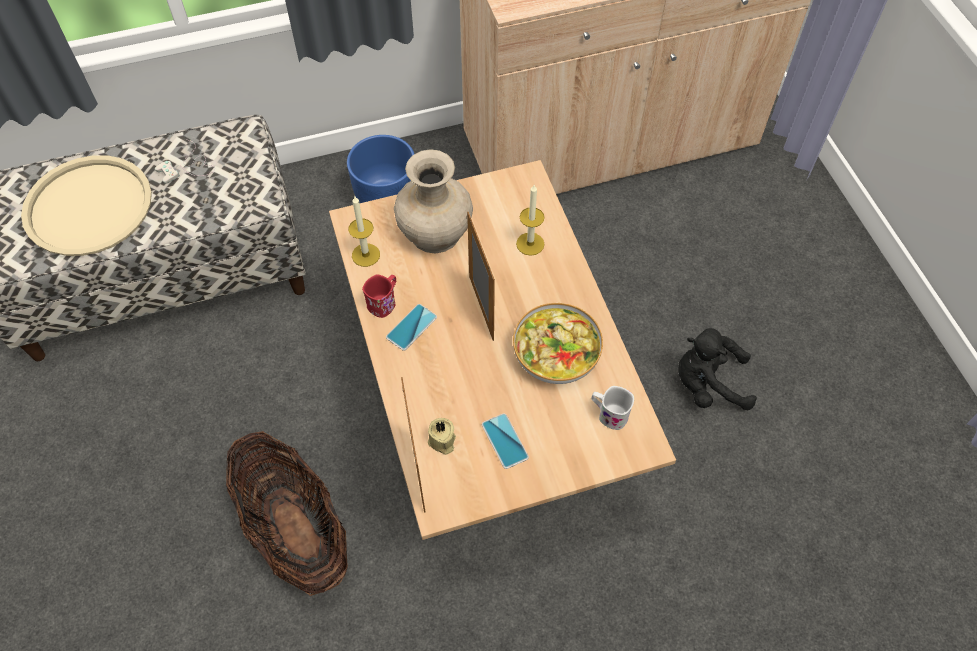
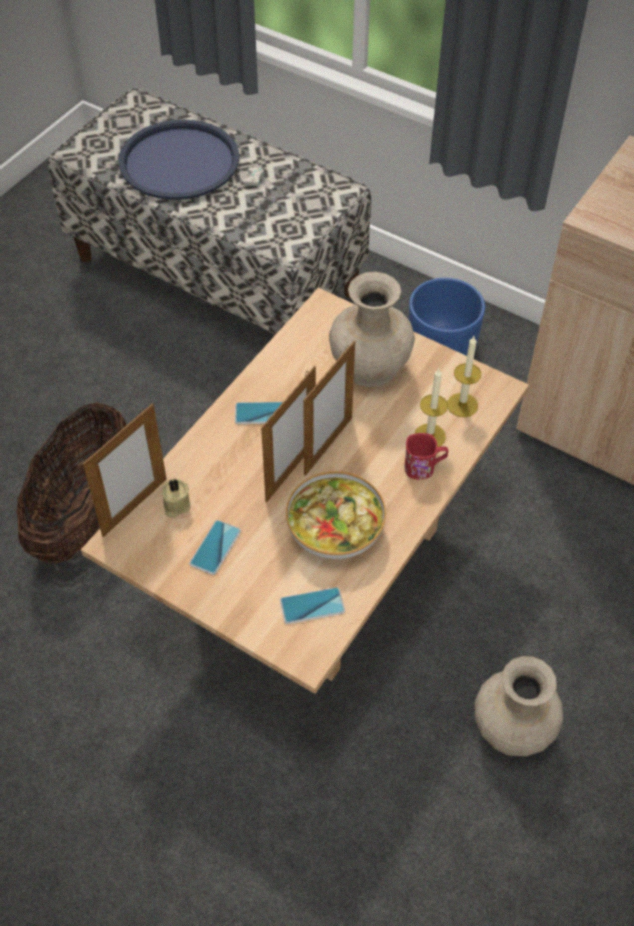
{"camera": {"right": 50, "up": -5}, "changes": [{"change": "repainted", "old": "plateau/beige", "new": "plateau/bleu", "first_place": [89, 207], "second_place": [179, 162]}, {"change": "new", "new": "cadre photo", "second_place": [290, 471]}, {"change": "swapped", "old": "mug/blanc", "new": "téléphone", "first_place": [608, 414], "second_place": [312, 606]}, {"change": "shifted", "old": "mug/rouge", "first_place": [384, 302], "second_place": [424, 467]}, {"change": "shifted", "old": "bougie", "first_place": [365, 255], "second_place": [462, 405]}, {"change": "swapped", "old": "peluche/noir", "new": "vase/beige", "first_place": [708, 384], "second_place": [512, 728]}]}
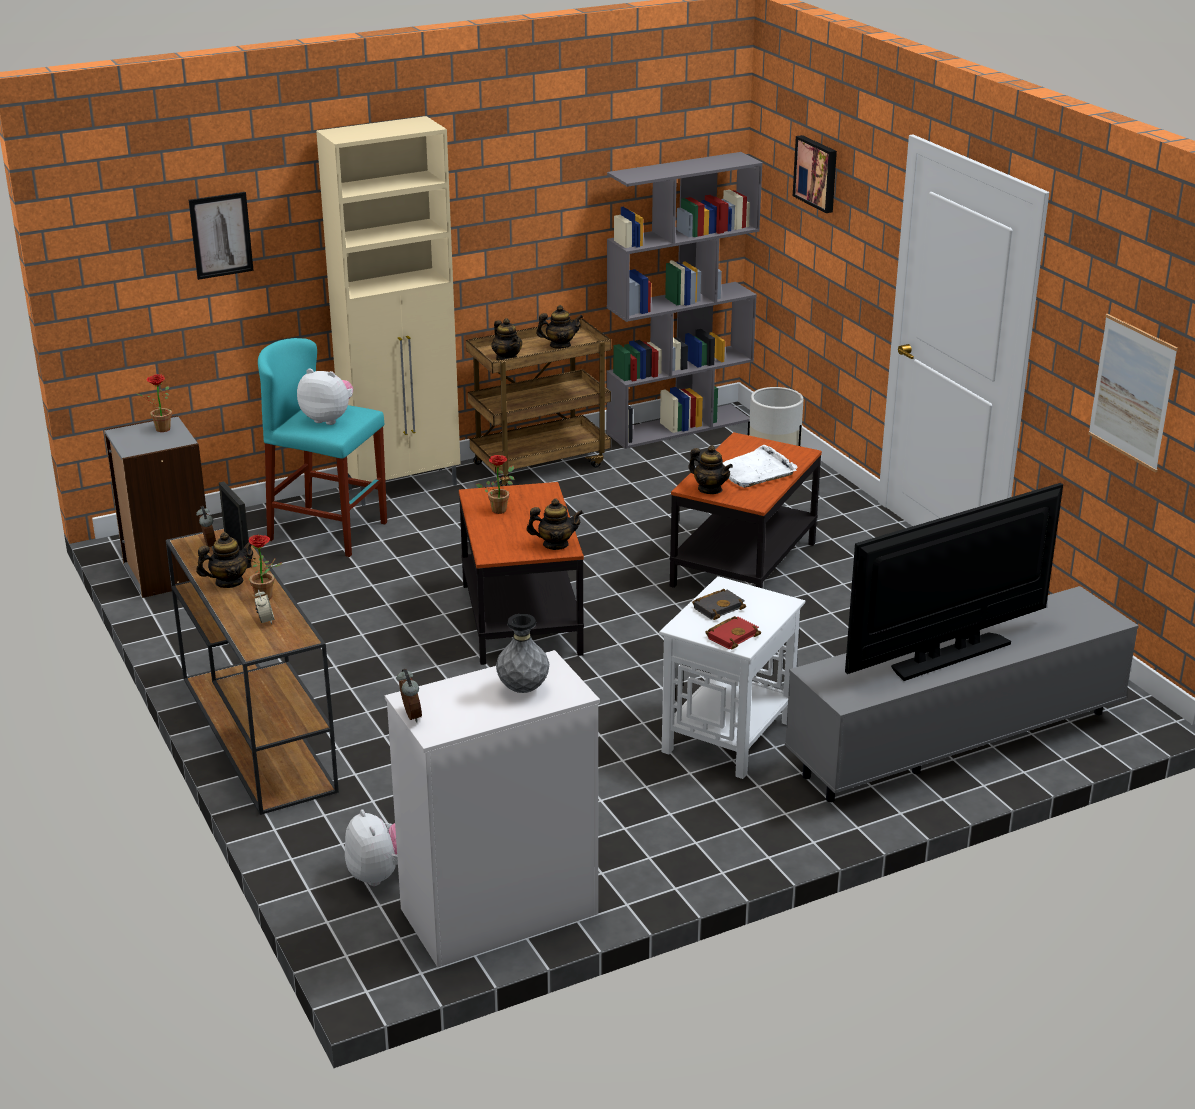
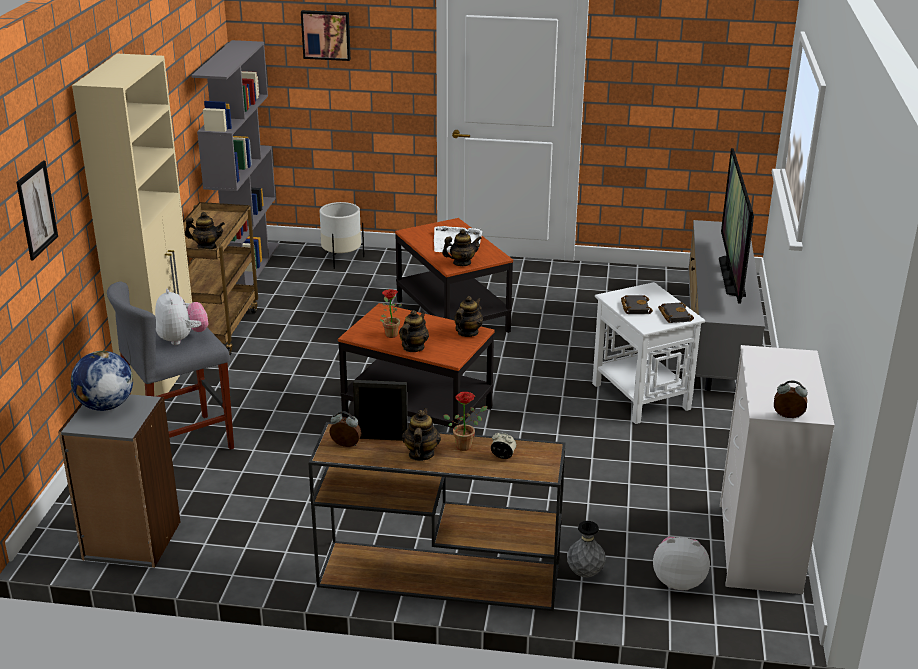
{"camera": {"right": -55, "up": 0}, "changes": [{"change": "swapped", "old": "plante en pot", "new": "globe", "first_place": [159, 429], "second_place": [105, 406]}, {"change": "repainted", "old": "tabouret/turquoise", "new": "tabouret/gris", "first_place": [328, 531], "second_place": [180, 444]}, {"change": "rotated", "old": "peluche", "first_place": [328, 419], "second_place": [182, 339], "degrees": 105}, {"change": "shifted", "old": "théière", "first_place": [560, 345], "second_place": [413, 348]}, {"change": "shifted", "old": "vase/gris", "first_place": [523, 689], "second_place": [585, 573]}, {"change": "repainted", "old": "livre/rouge", "new": "livre/noir", "first_place": [732, 635], "second_place": [673, 315]}, {"change": "gone", "old": "tableau", "first_place": [1132, 392]}]}
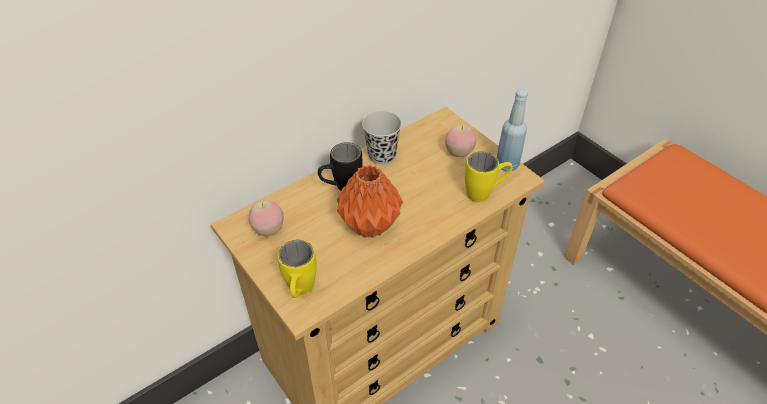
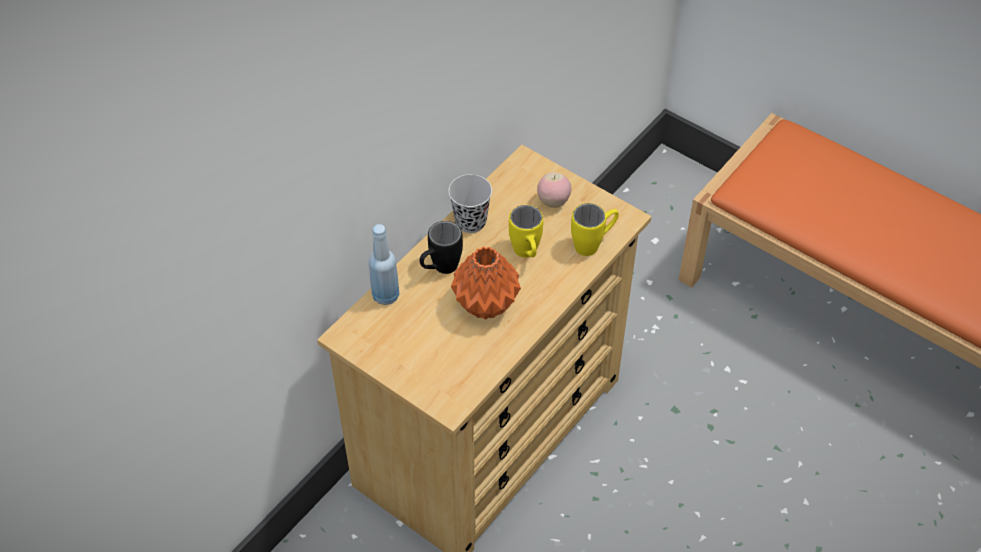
{"camera": {"right": -15, "up": 5}, "changes": [{"change": "shifted", "old": "bouteille/bleu", "first_place": [507, 164], "second_place": [386, 295]}, {"change": "shifted", "old": "mug/jaune", "first_place": [300, 292], "second_place": [527, 255]}, {"change": "gone", "old": "pomme", "first_place": [269, 230]}]}
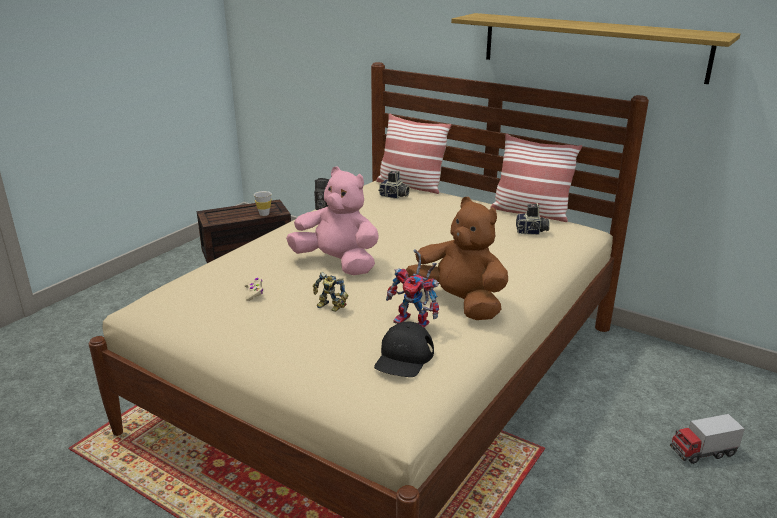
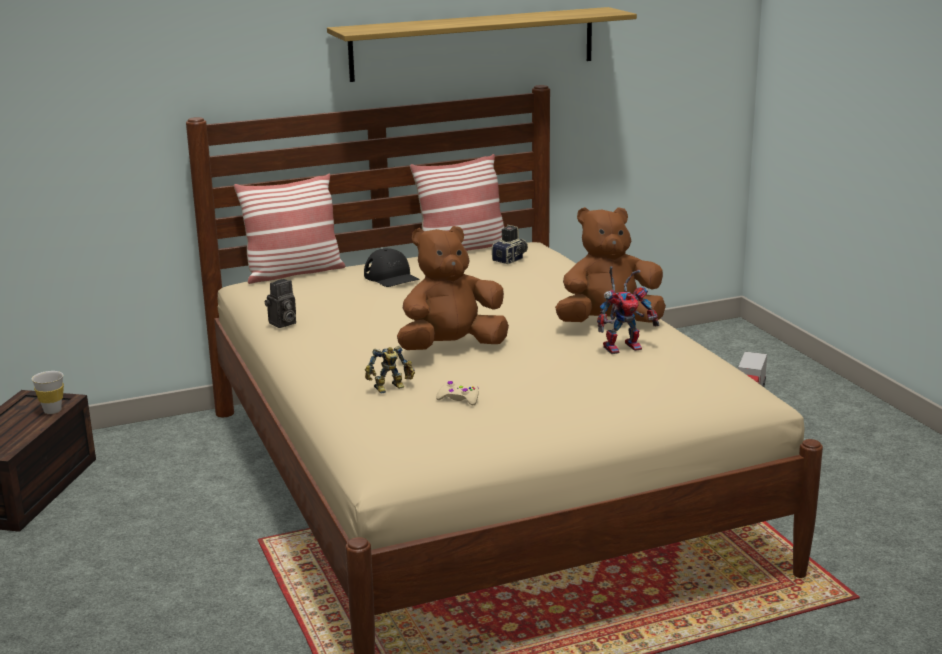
{"camera": {"right": -55, "up": -5}, "changes": [{"change": "shifted", "old": "casquette/noir", "first_place": [404, 357], "second_place": [391, 277]}, {"change": "shifted", "old": "robot jouet", "first_place": [329, 307], "second_place": [391, 388]}, {"change": "repainted", "old": "peluche/rose", "new": "peluche/marron", "first_place": [338, 263], "second_place": [451, 347]}, {"change": "gone", "old": "appareil photo", "first_place": [394, 196]}]}
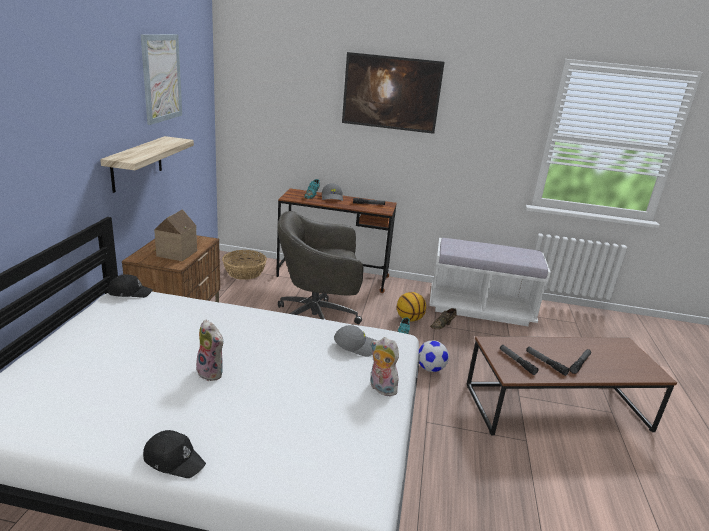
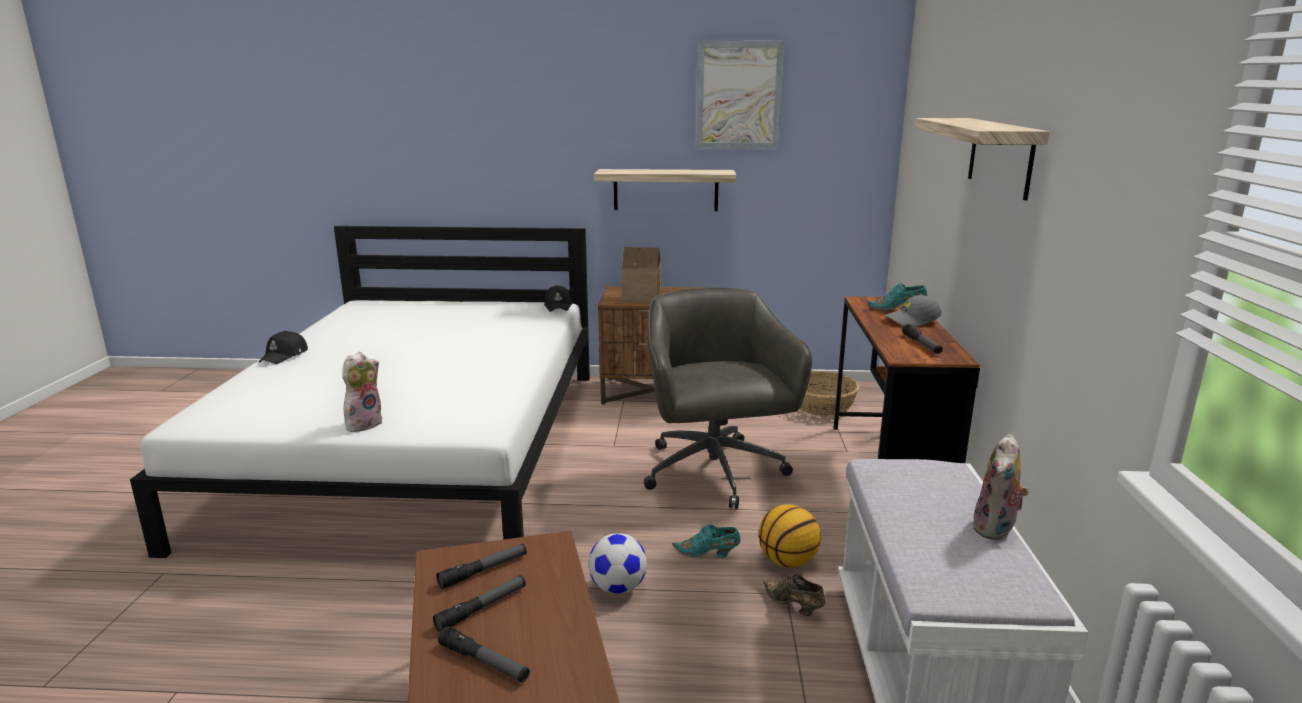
{"camera": {"right": 85, "up": -5}, "changes": [{"change": "swapped", "old": "tableau", "new": "étagère", "first_place": [389, 110], "second_place": [1000, 156]}, {"change": "shifted", "old": "peluche", "first_place": [212, 372], "second_place": [996, 530]}, {"change": "gone", "old": "casquette/gris", "first_place": [356, 346]}]}
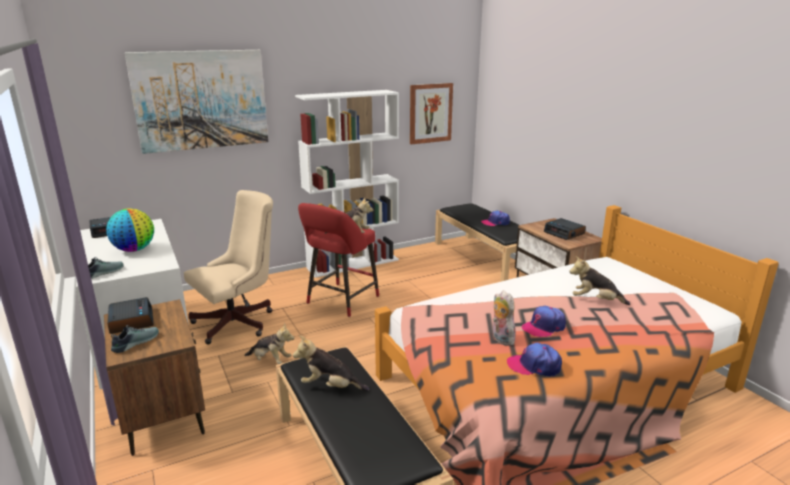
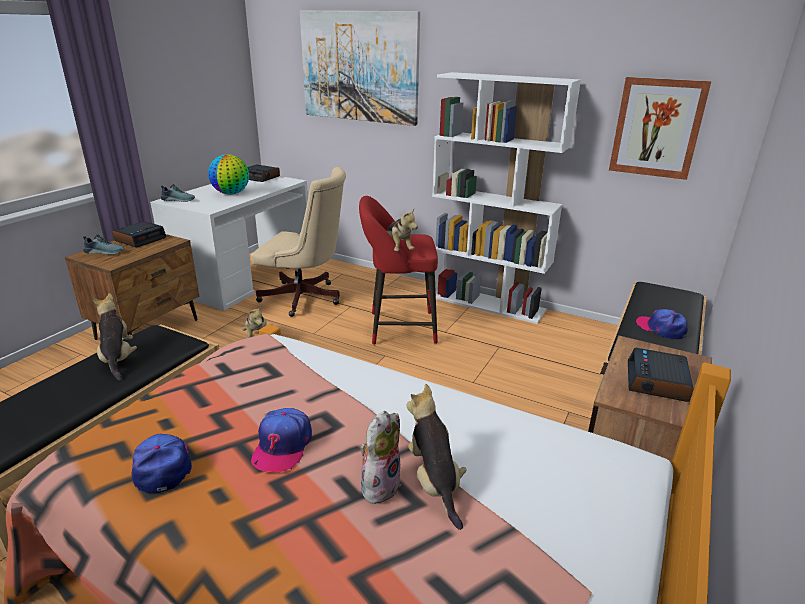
{"camera": {"right": 55, "up": 5}, "changes": [{"change": "rotated", "old": "casquette", "first_place": [543, 327], "second_place": [282, 446], "degrees": -105}, {"change": "shifted", "old": "peluche", "first_place": [500, 339], "second_place": [379, 485]}]}
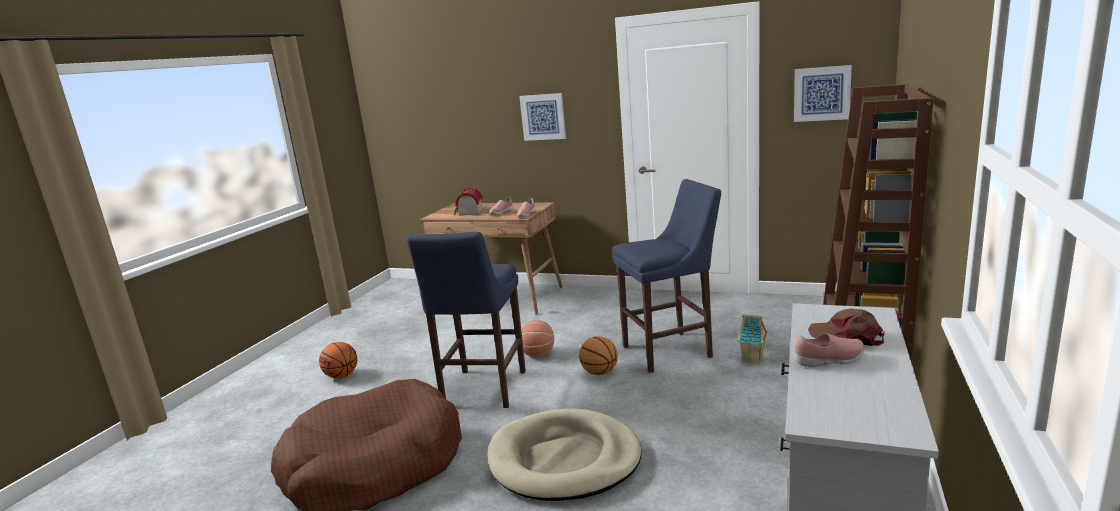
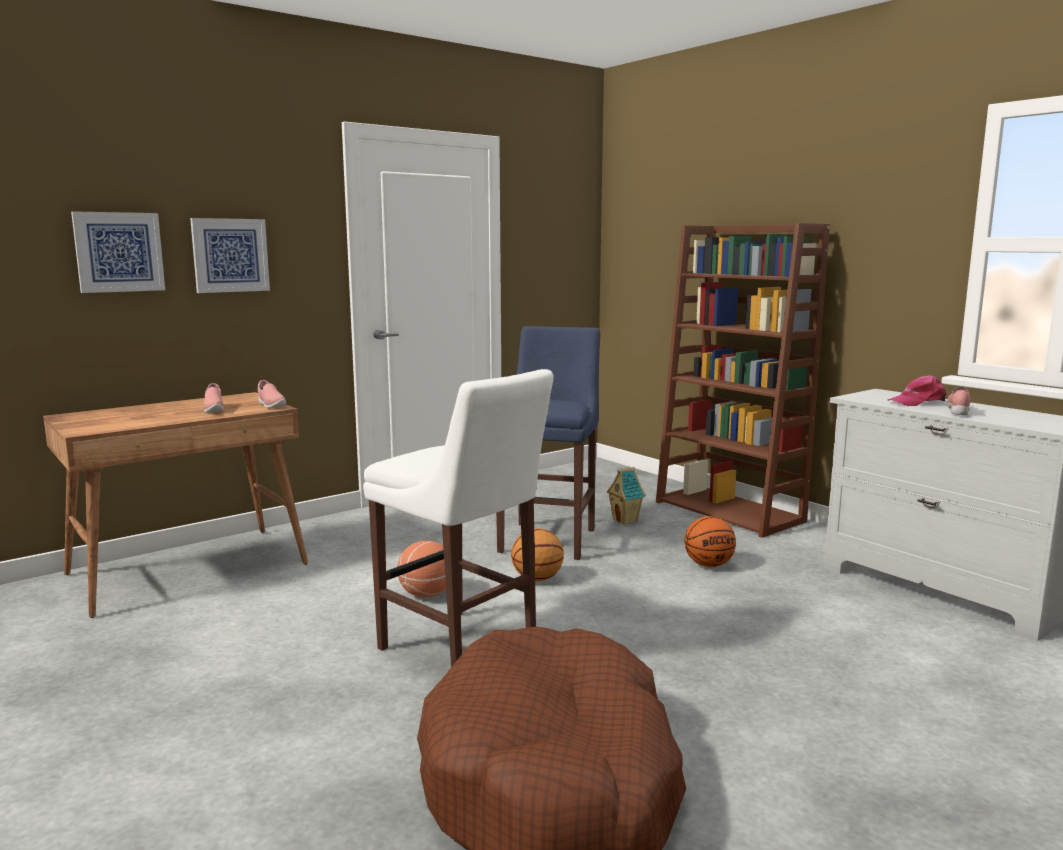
{"camera": {"right": -60, "up": -5}, "changes": [{"change": "shifted", "old": "tableau", "first_place": [821, 93], "second_place": [119, 252]}, {"change": "repainted", "old": "tabouret/bleu", "new": "tabouret/blanc", "first_place": [482, 391], "second_place": [462, 650]}, {"change": "shifted", "old": "ballon de basket", "first_place": [342, 376], "second_place": [708, 565]}, {"change": "repainted", "old": "casquette/marron", "new": "casquette/rose", "first_place": [846, 336], "second_place": [917, 402]}, {"change": "gone", "old": "maison miniature", "first_place": [468, 213]}, {"change": "gone", "old": "panier pour chien/beige", "first_place": [564, 460]}]}
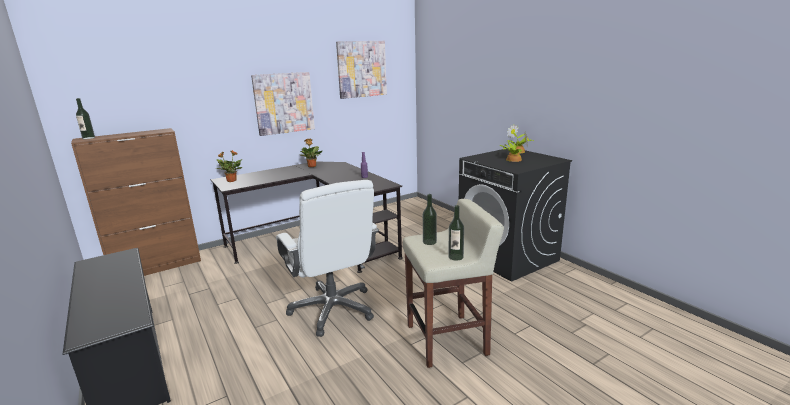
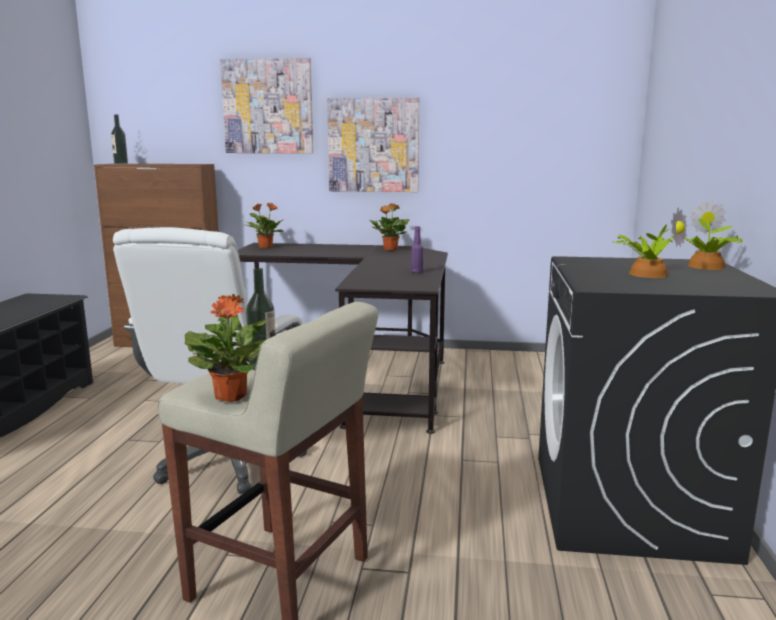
{"camera": {"right": 40, "up": -5}, "changes": [{"change": "swapped", "old": "bouteille", "new": "plante en pot", "first_place": [455, 257], "second_place": [231, 396]}, {"change": "shifted", "old": "tableau", "first_place": [361, 69], "second_place": [268, 106]}]}
